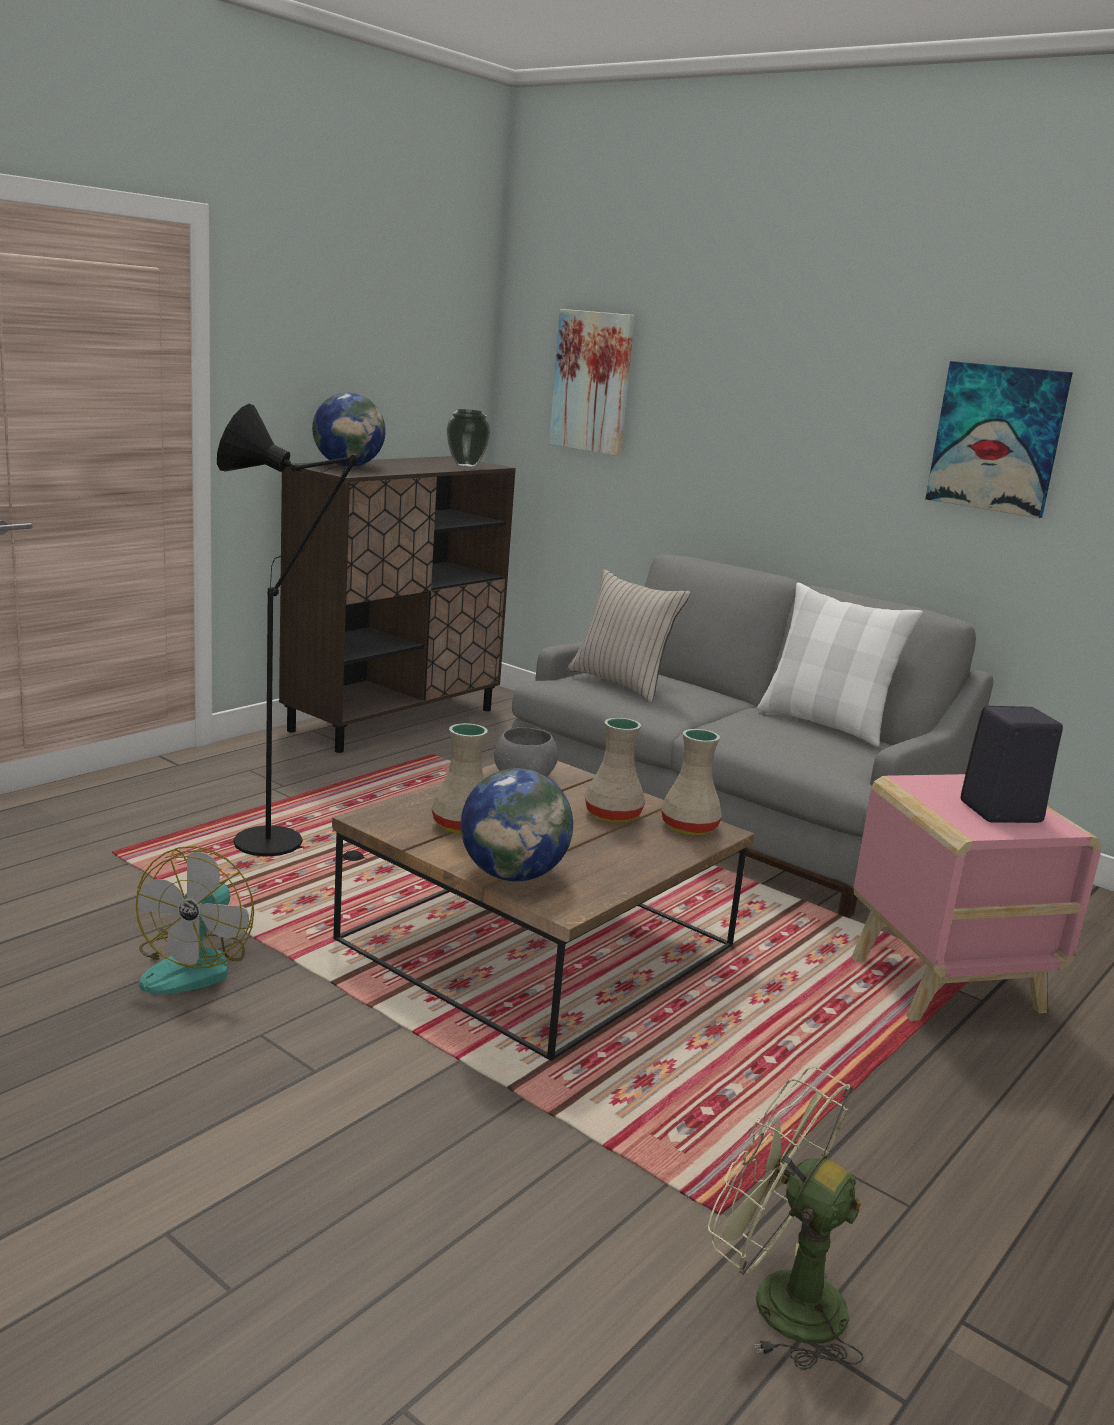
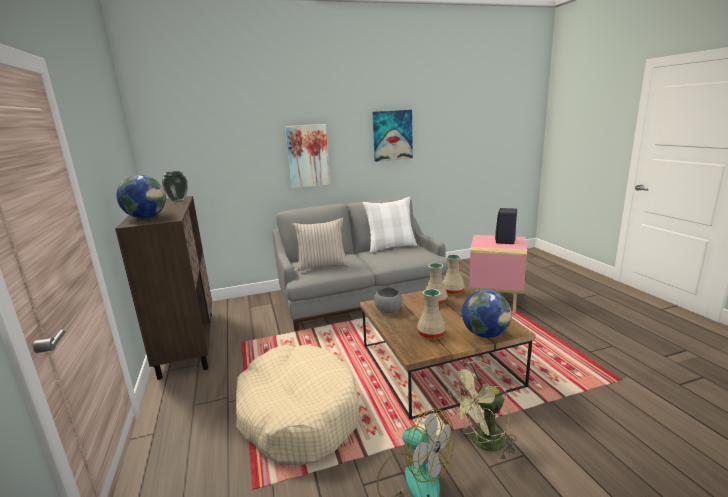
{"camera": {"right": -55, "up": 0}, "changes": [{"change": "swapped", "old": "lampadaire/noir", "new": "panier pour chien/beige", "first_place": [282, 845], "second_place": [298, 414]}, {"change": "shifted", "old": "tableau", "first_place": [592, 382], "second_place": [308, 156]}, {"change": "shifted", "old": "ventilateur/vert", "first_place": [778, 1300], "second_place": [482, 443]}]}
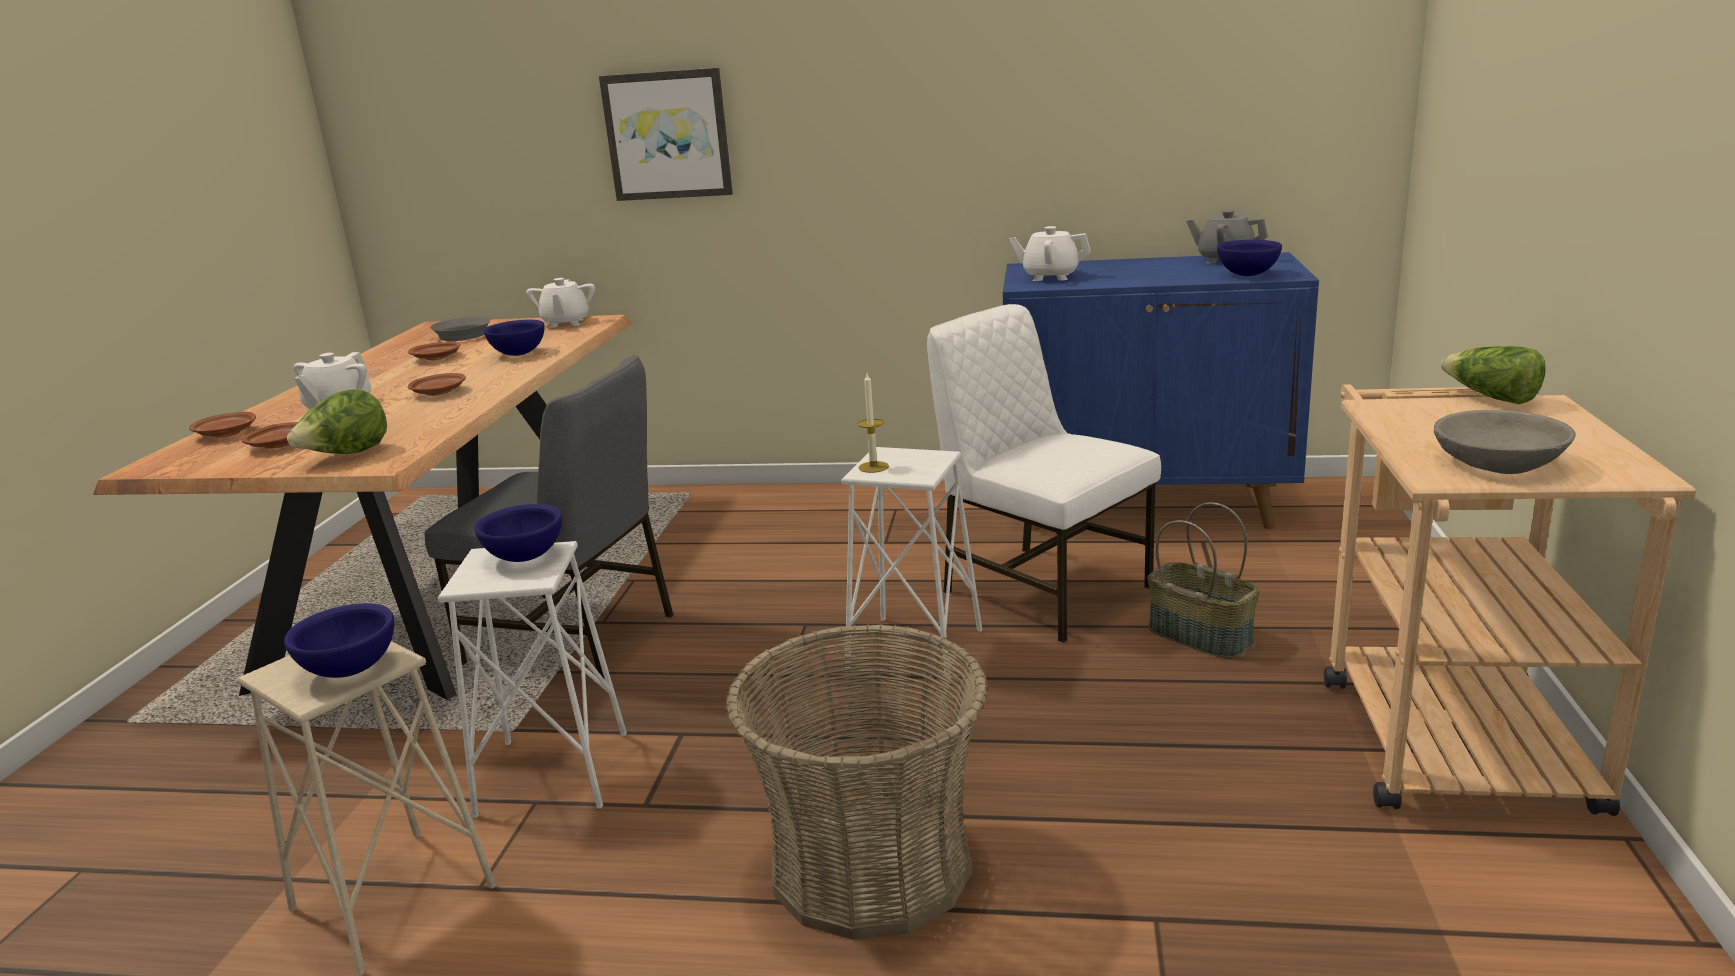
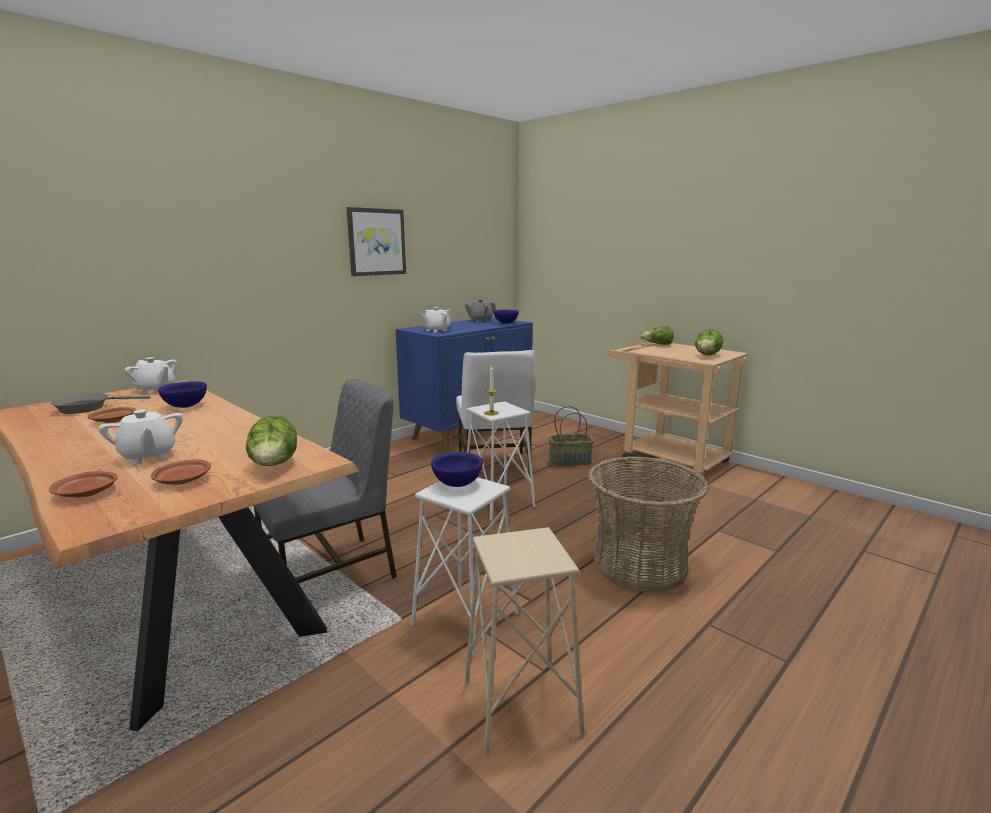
{"camera": {"right": -55, "up": -5}, "changes": [{"change": "shifted", "old": "tableau", "first_place": [667, 135], "second_place": [376, 242]}, {"change": "rotated", "old": "chaise/blanc", "first_place": [1042, 589], "second_place": [495, 468], "degrees": -90}, {"change": "swapped", "old": "bol/gris", "new": "laitue", "first_place": [1498, 463], "second_place": [707, 356]}, {"change": "gone", "old": "bol/bleu", "first_place": [350, 670]}, {"change": "gone", "old": "assiette/marron", "first_place": [439, 392]}]}
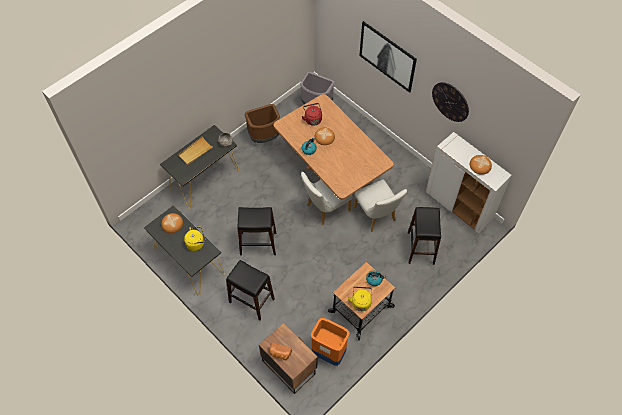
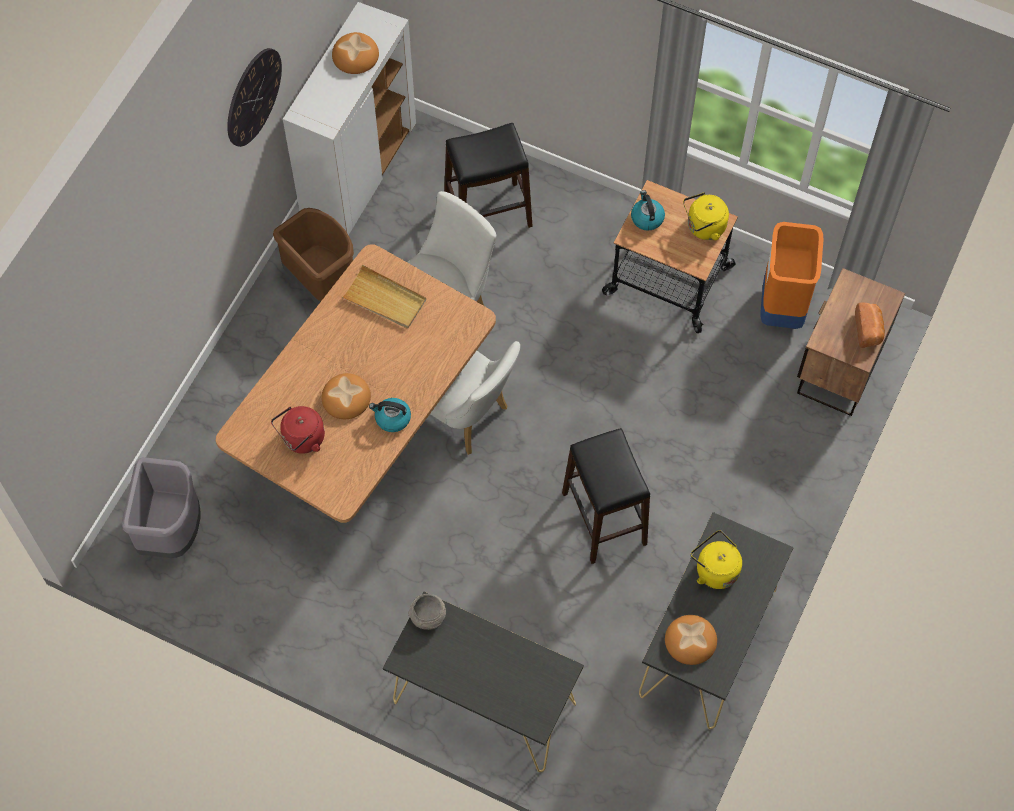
{"camera": {"right": -110, "up": 5}, "changes": [{"change": "shifted", "old": "poubelle/marron", "first_place": [264, 137], "second_place": [322, 282]}, {"change": "shifted", "old": "plateau/beige", "first_place": [195, 152], "second_place": [384, 299]}, {"change": "gone", "old": "tabouret/noir", "first_place": [251, 301]}, {"change": "gone", "old": "tableau", "first_place": [387, 56]}]}
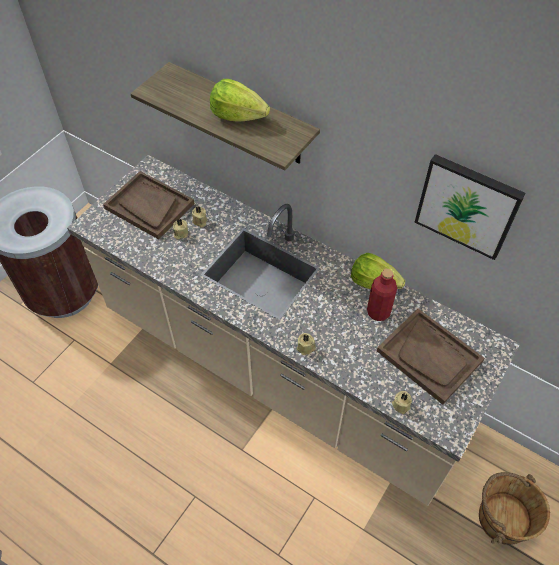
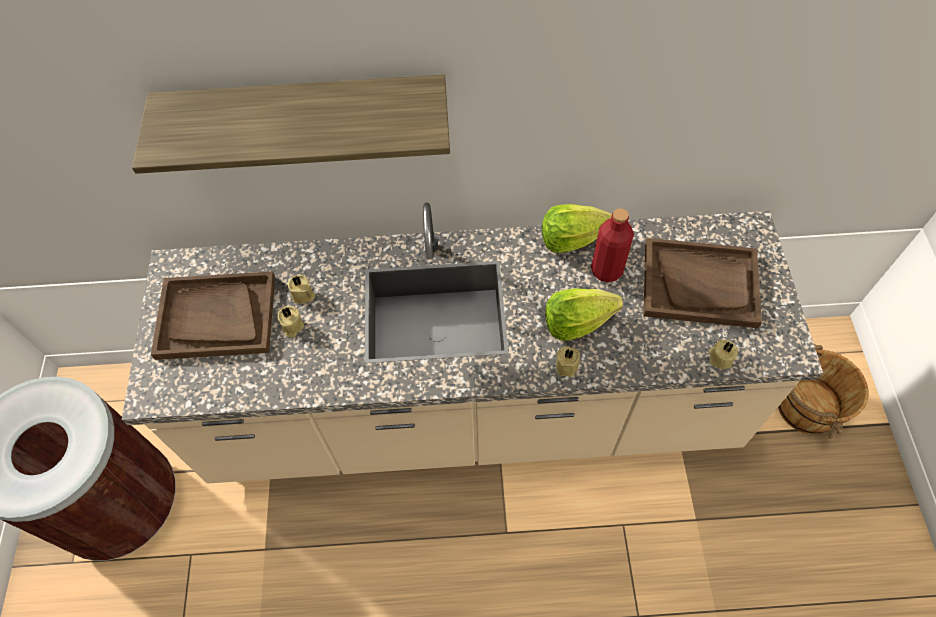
{"camera": {"right": -35, "up": 5}, "changes": [{"change": "shifted", "old": "laitue", "first_place": [238, 116], "second_place": [577, 322]}, {"change": "gone", "old": "tableau", "first_place": [467, 205]}]}
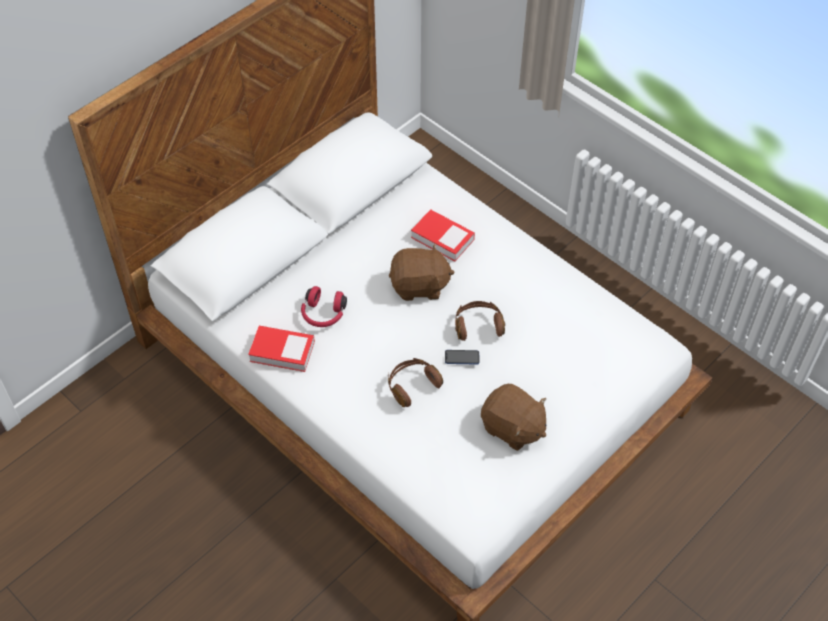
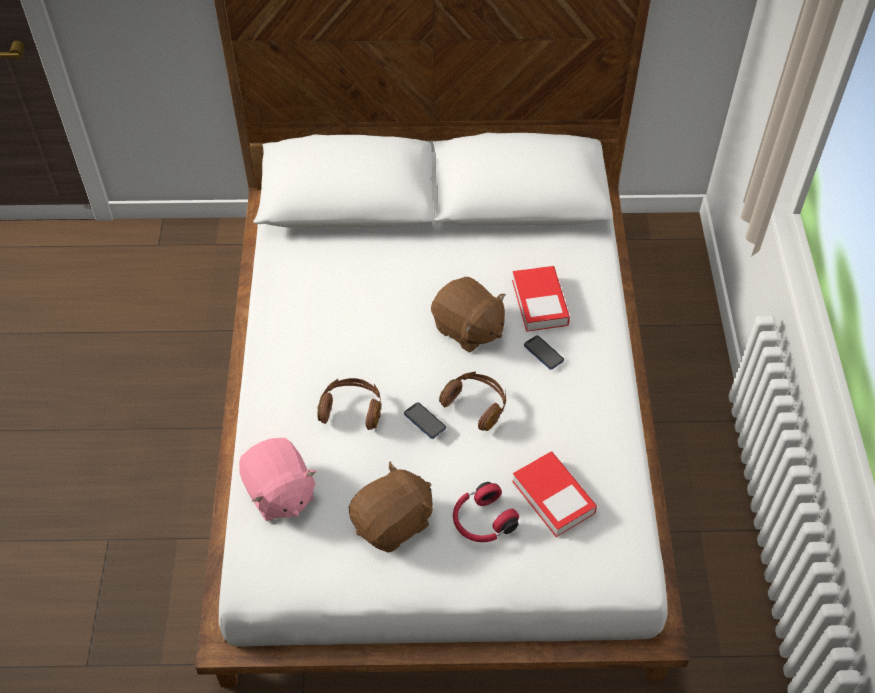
{"camera": {"right": 45, "up": 0}, "changes": [{"change": "new", "new": "peluche/rose", "second_place": [279, 493]}, {"change": "rotated", "old": "peluche/marron", "first_place": [512, 428], "second_place": [393, 523], "degrees": -120}, {"change": "shifted", "old": "casque audio/rouge", "first_place": [323, 314], "second_place": [482, 521]}, {"change": "shifted", "old": "livre", "first_place": [282, 352], "second_place": [553, 497]}, {"change": "new", "new": "téléphone", "second_place": [543, 353]}]}
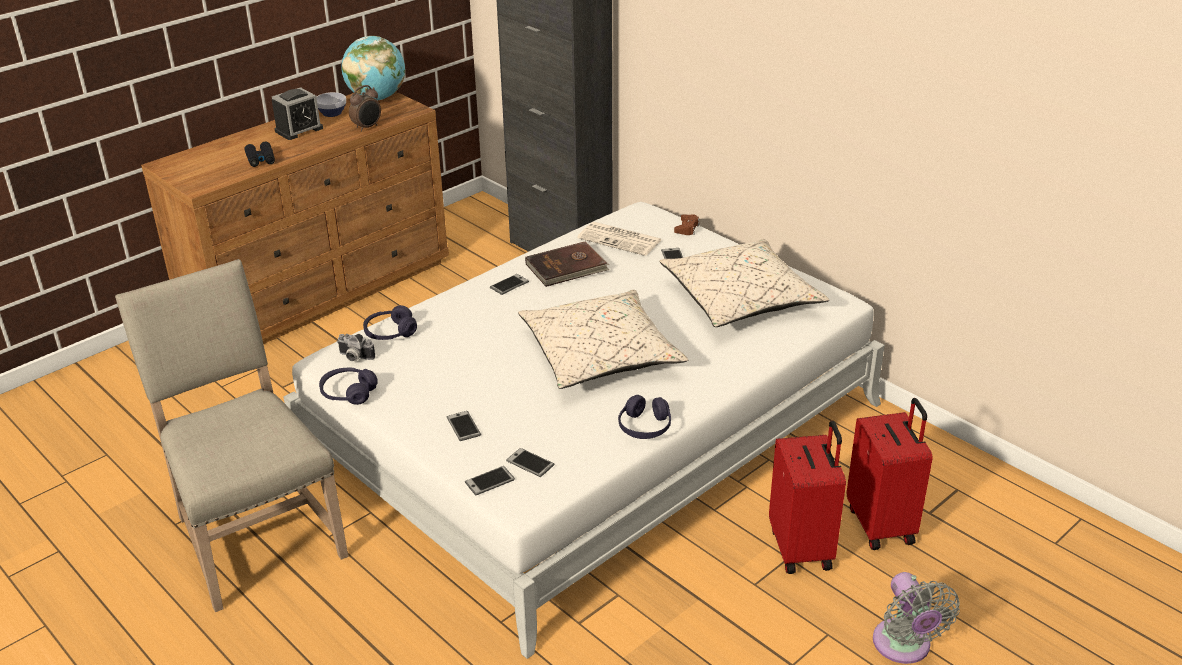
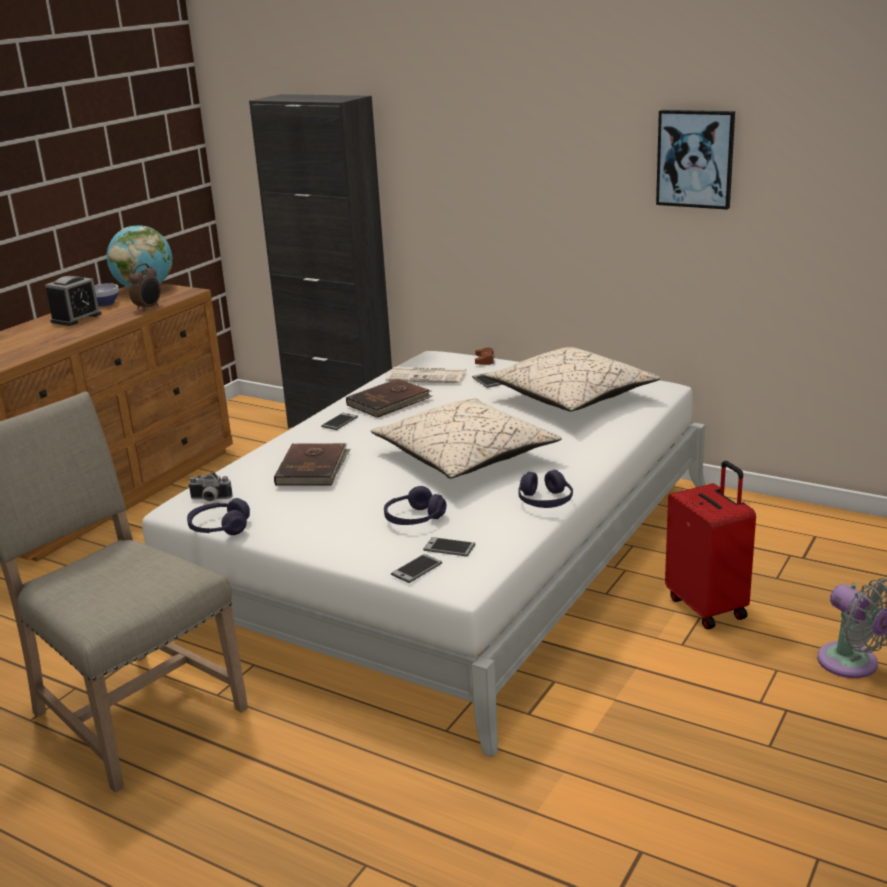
{"camera": {"right": -15, "up": -10}, "changes": [{"change": "new", "new": "livre/marron", "second_place": [313, 468]}, {"change": "shifted", "old": "casque audio/violet", "first_place": [390, 333], "second_place": [414, 519]}, {"change": "new", "new": "tableau", "second_place": [695, 158]}, {"change": "gone", "old": "jumelles/noir", "first_place": [260, 159]}, {"change": "gone", "old": "téléphone", "first_place": [463, 426]}, {"change": "gone", "old": "valise/rouge", "first_place": [882, 525]}]}
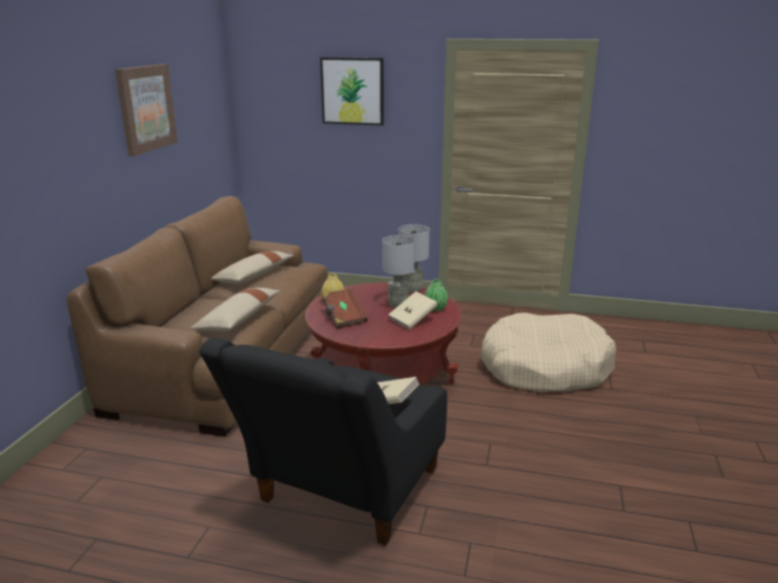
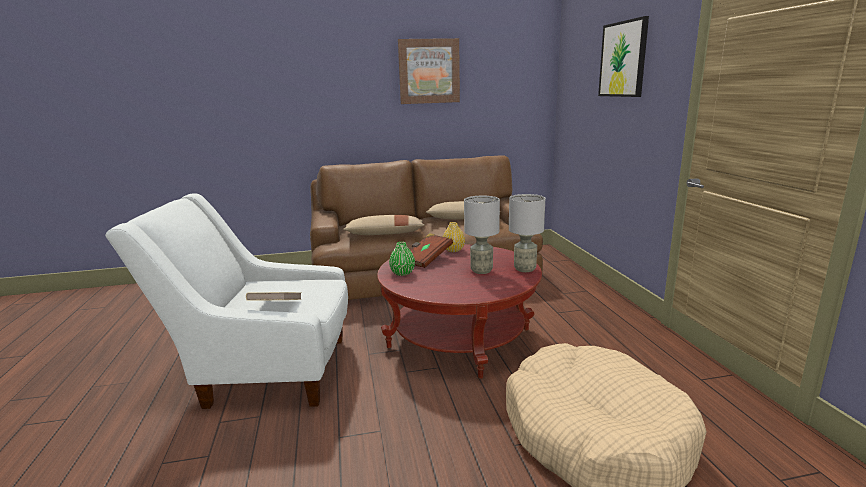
{"camera": {"right": 65, "up": -5}, "changes": [{"change": "repainted", "old": "fauteuil/noir", "new": "fauteuil/blanc", "first_place": [342, 494], "second_place": [265, 370]}, {"change": "shifted", "old": "vase/vert", "first_place": [435, 308], "second_place": [402, 273]}, {"change": "gone", "old": "livre/beige", "first_place": [413, 320]}]}
